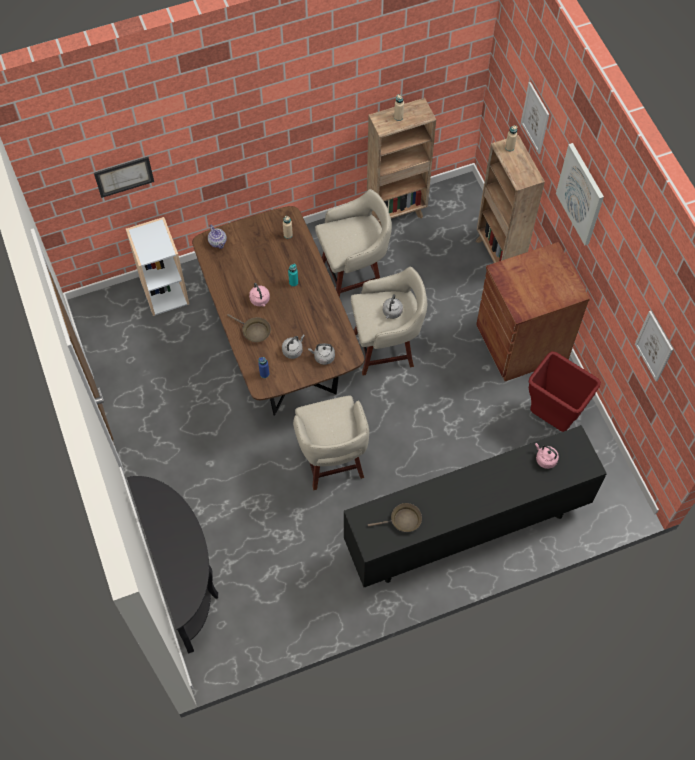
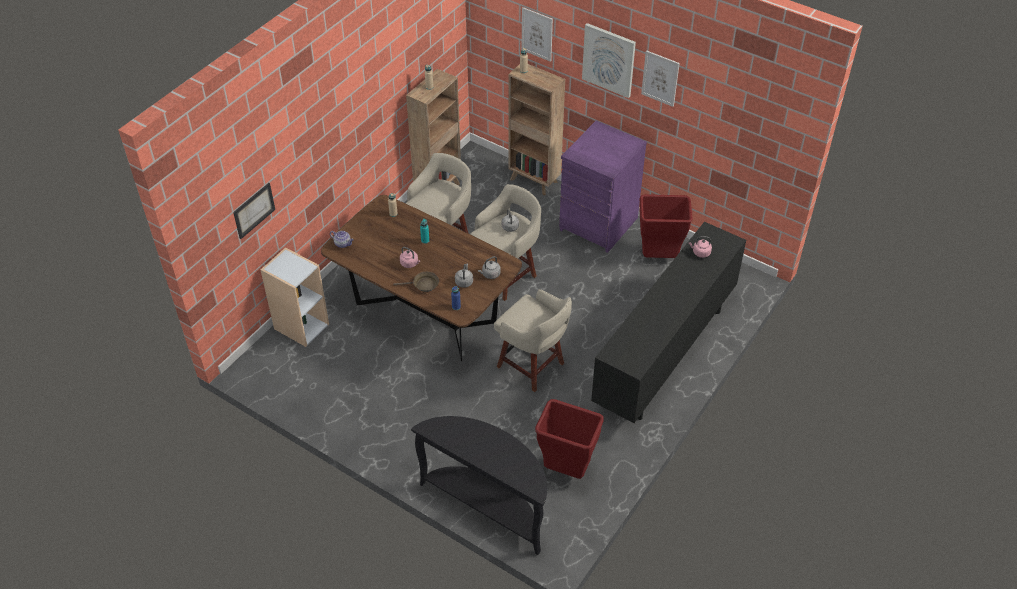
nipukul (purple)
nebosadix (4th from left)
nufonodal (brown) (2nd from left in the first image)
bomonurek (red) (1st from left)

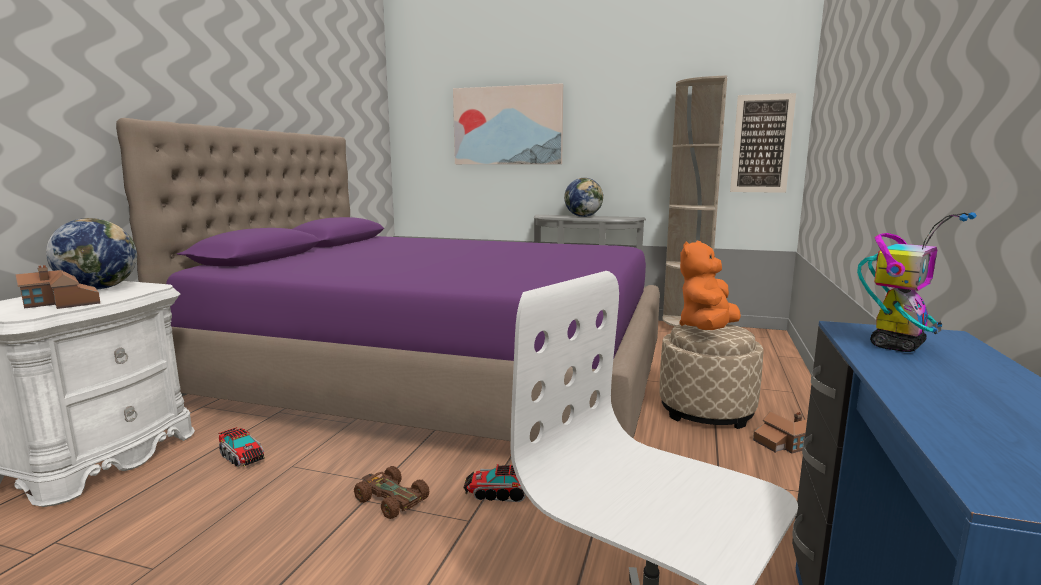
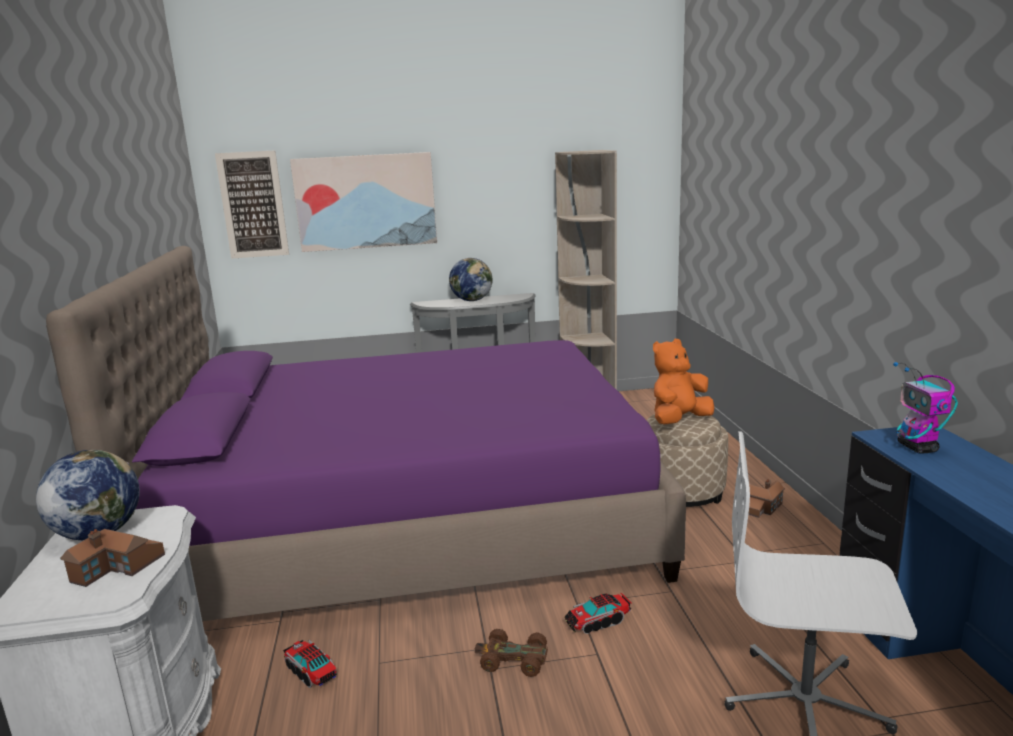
nebosadix (1st from left)
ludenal
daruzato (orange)
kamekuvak (1st from left)

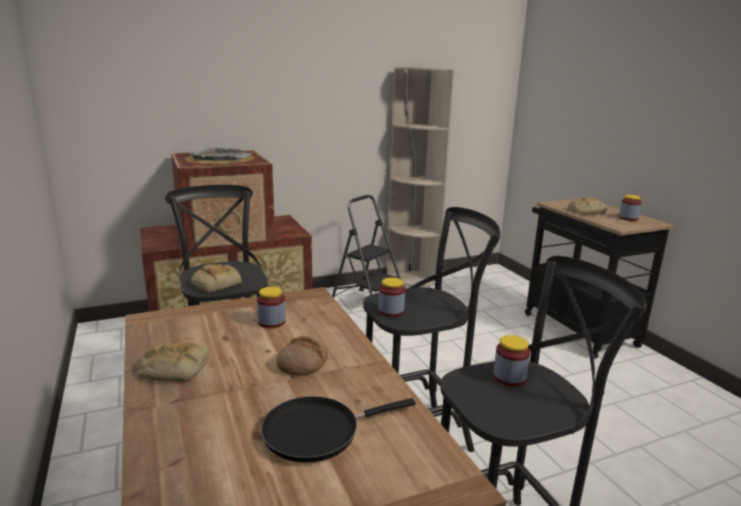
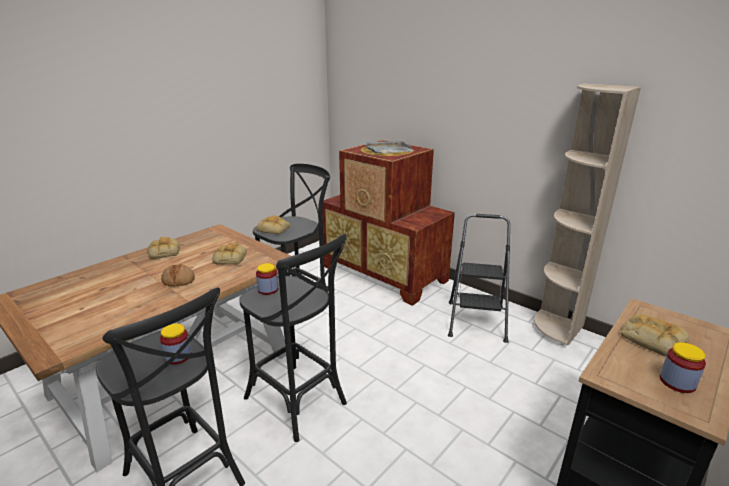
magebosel (3rd from left)
nufonodal (black)

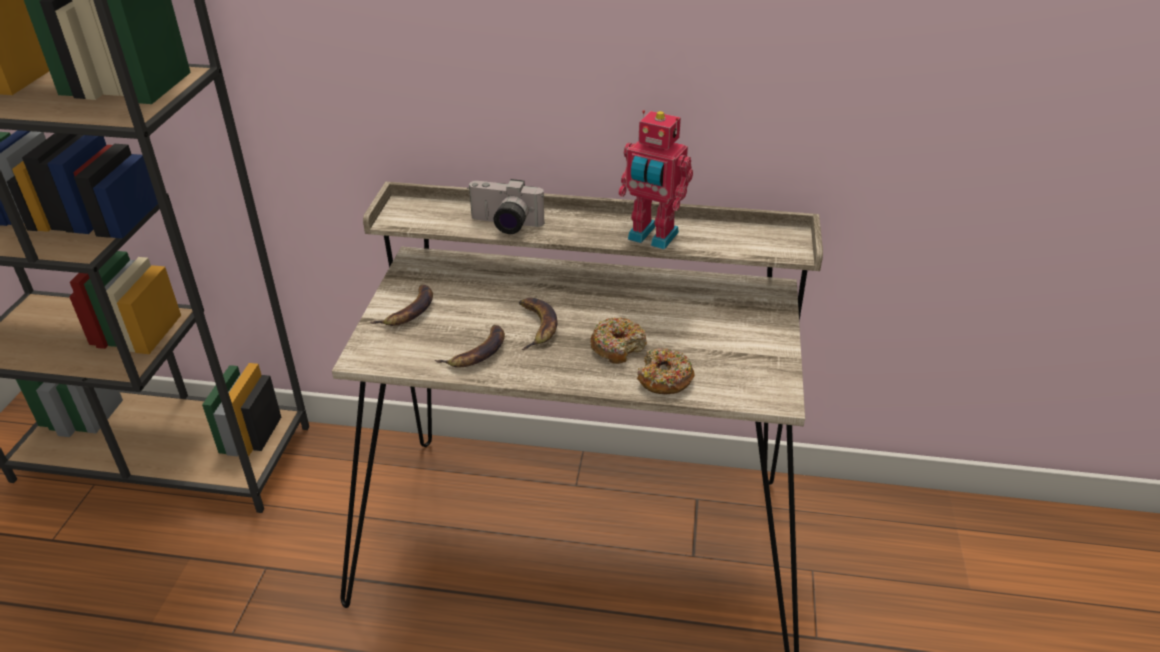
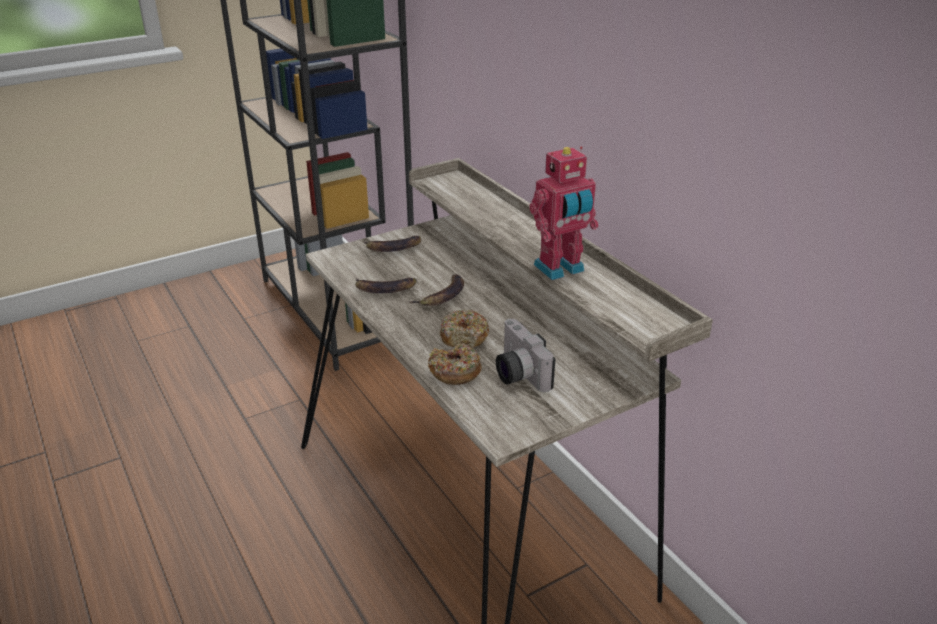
ludenal
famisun

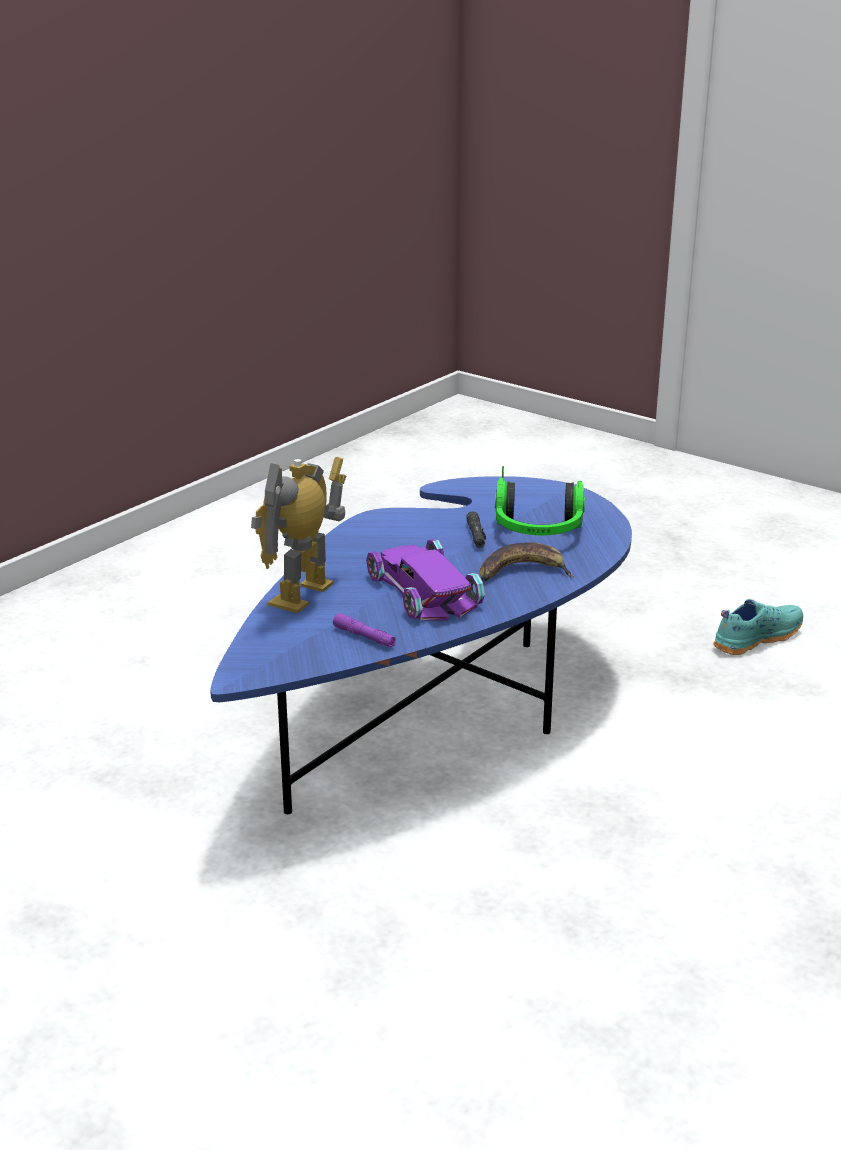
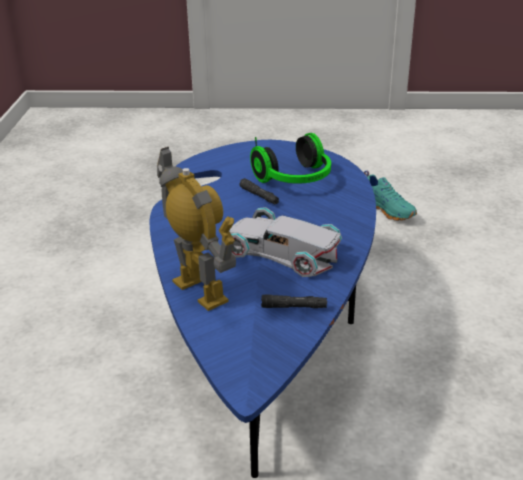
ludenal
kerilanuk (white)
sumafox
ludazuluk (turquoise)
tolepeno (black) (2nd from left)

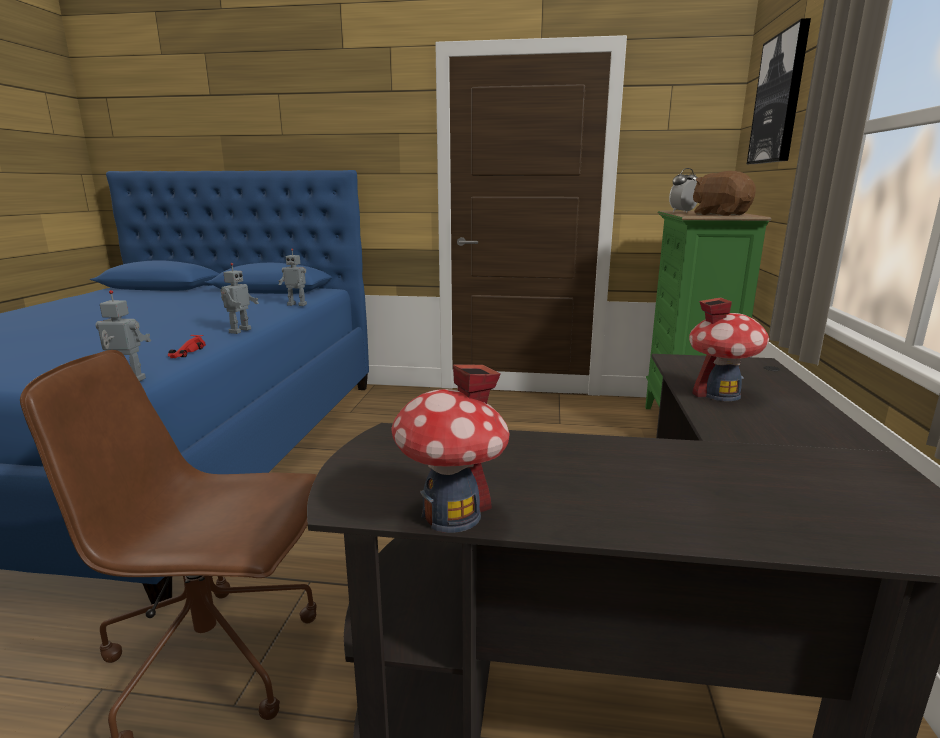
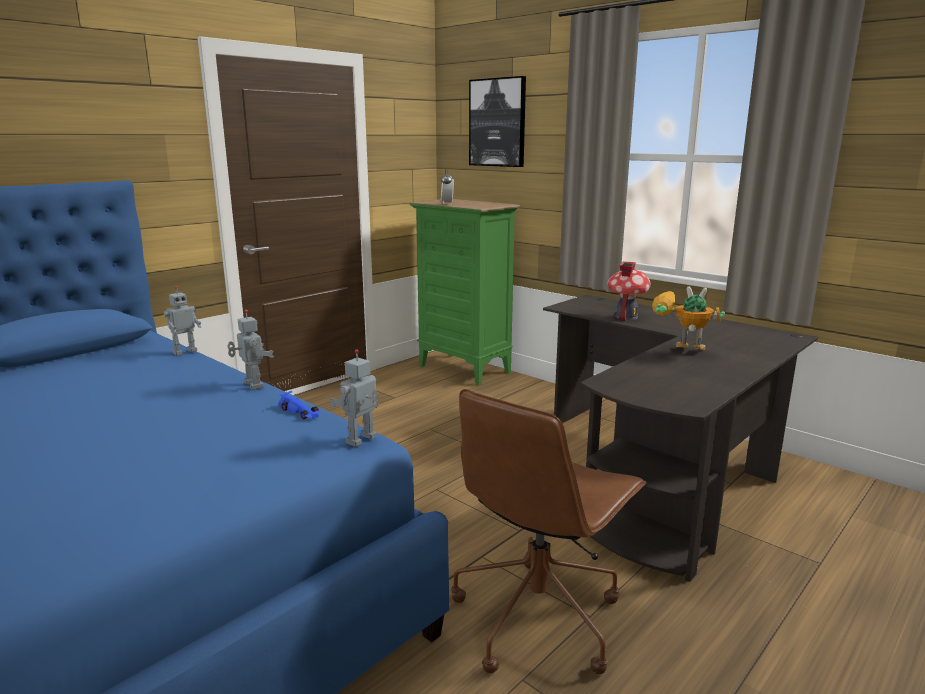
daruzato (brown)
kerilanuk (blue)
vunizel (1st from left in the first image)
ludenal (4th from left)

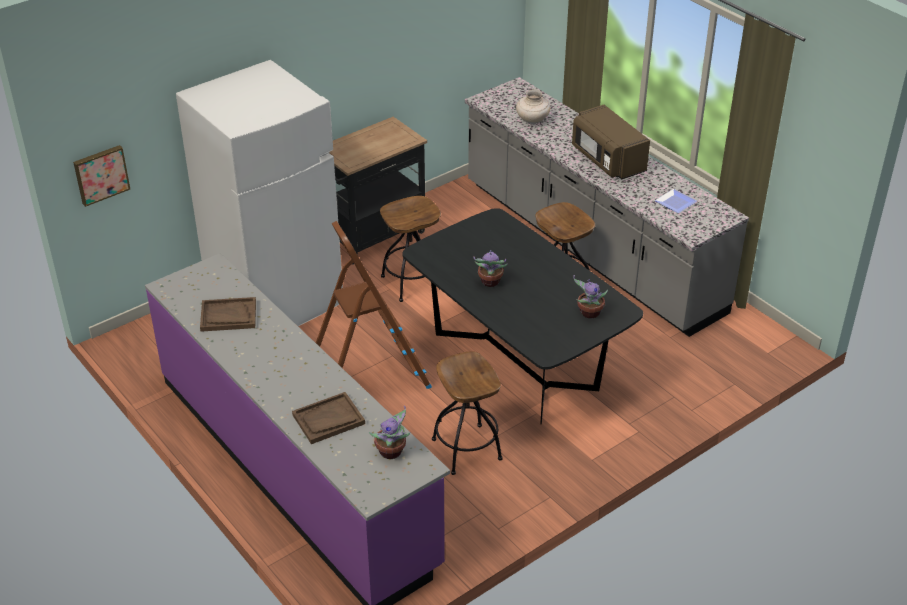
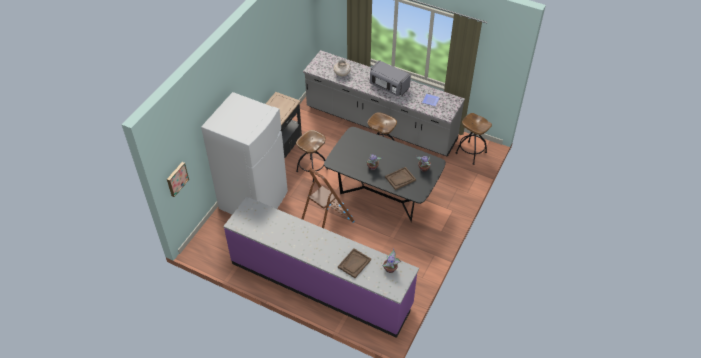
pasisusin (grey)
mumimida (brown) (2nd from left)
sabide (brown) (3rd from left)

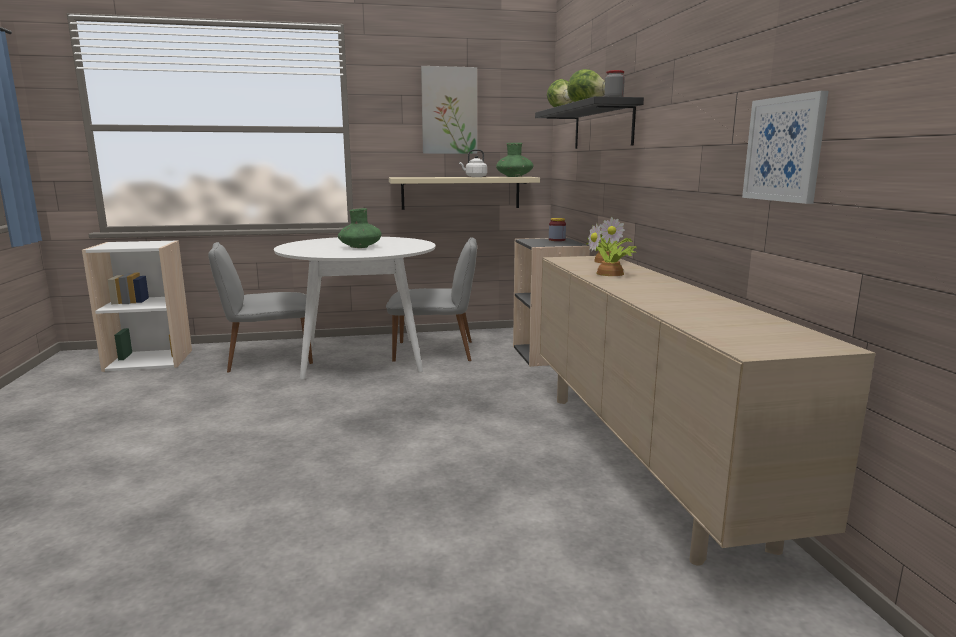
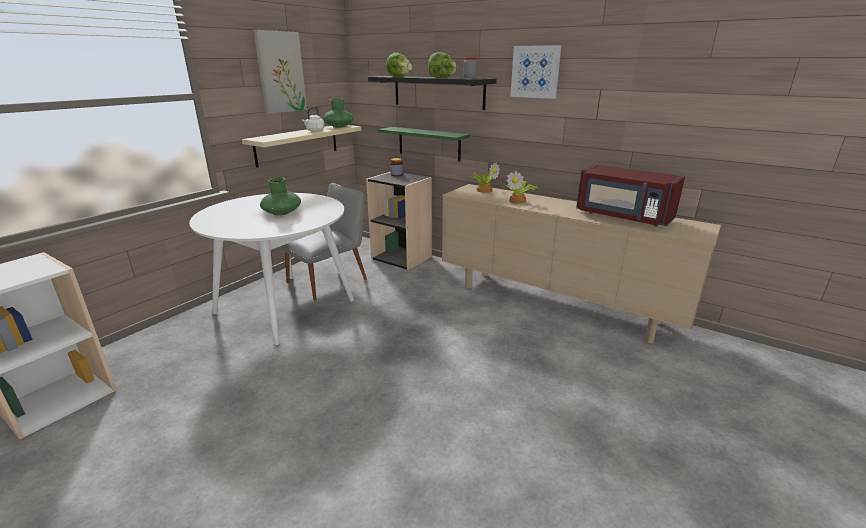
nebosadix (2nd from left)
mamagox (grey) (1st from left in the first image)
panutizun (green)
pasisusin (red)

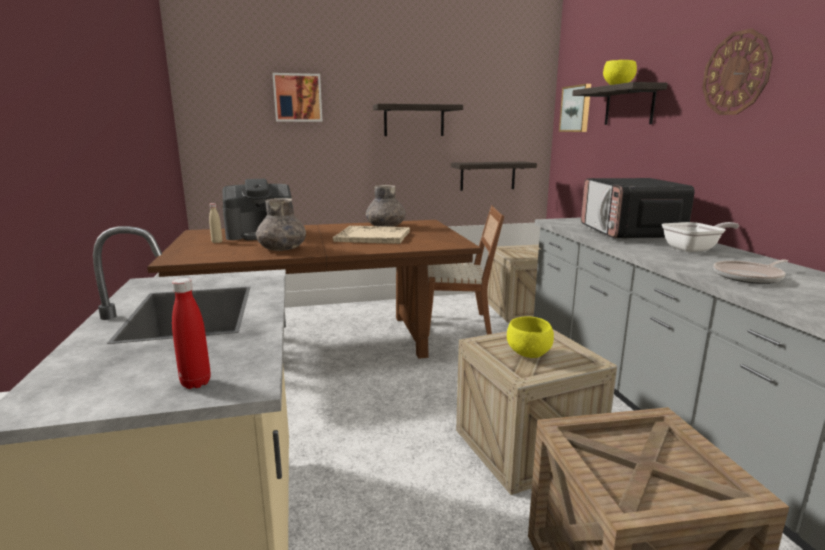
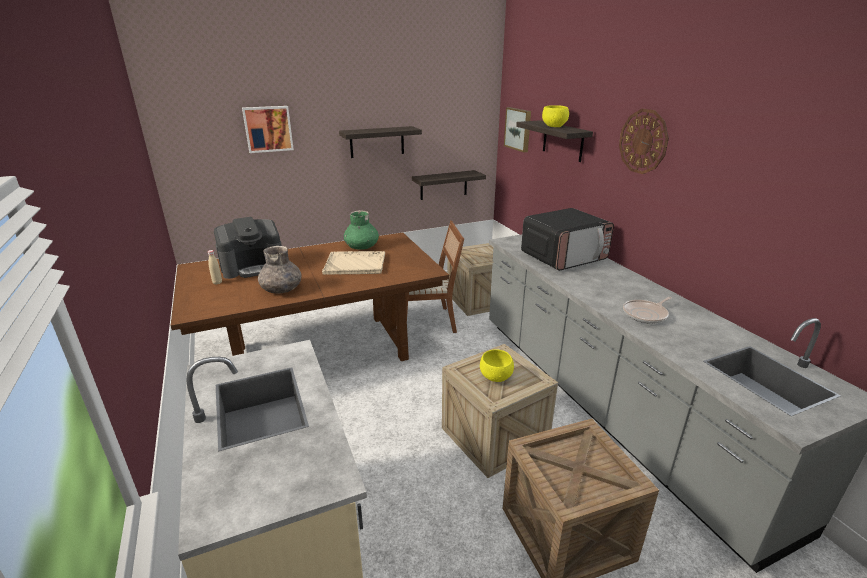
pasisusin
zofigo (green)
nufonodal (1st from left in the first image)
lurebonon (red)

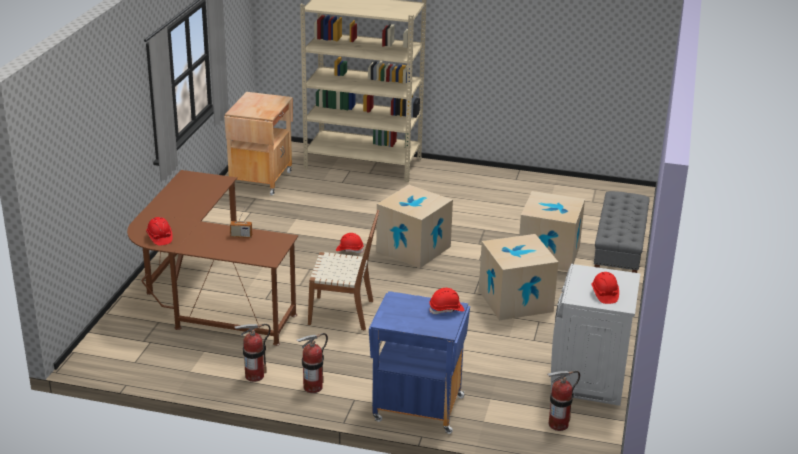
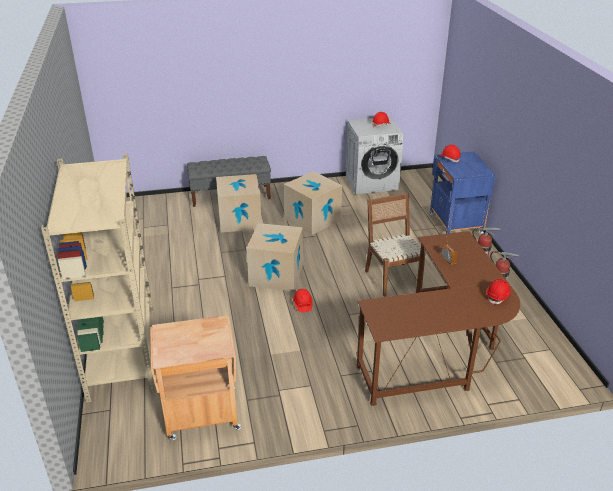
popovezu (3rd from left in the first image)

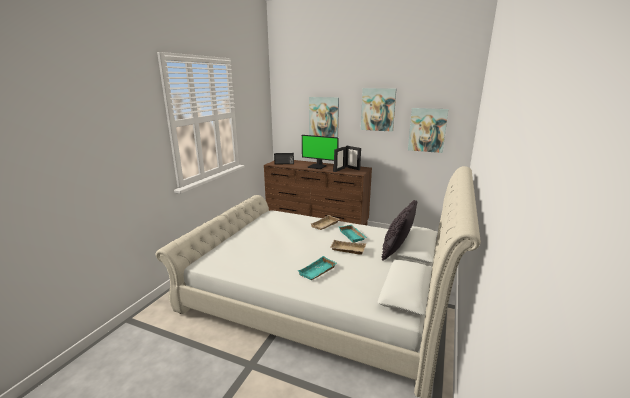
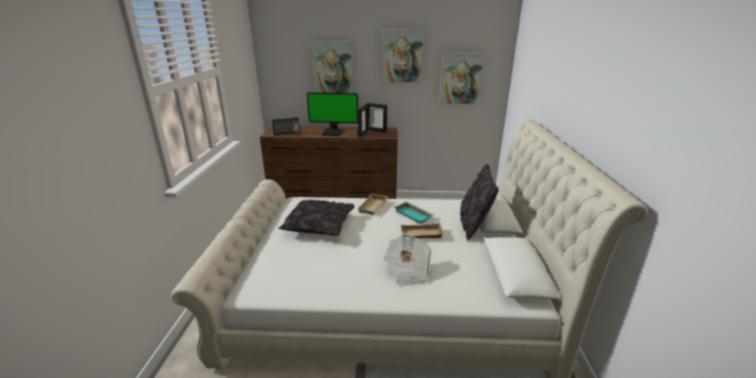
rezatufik
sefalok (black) (1st from left)

